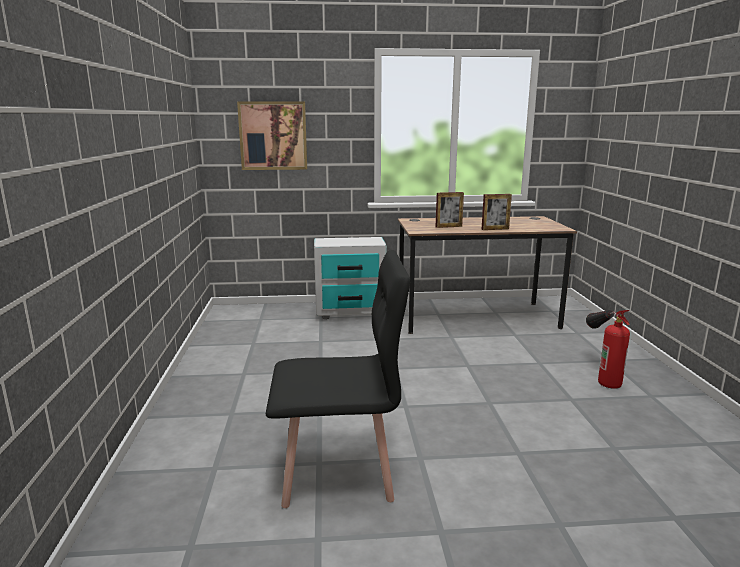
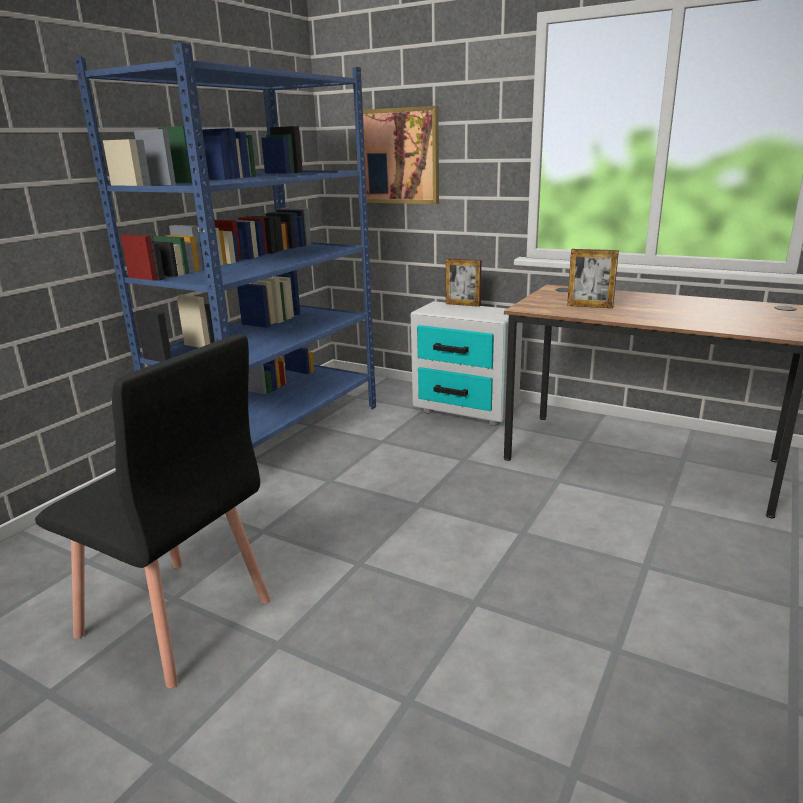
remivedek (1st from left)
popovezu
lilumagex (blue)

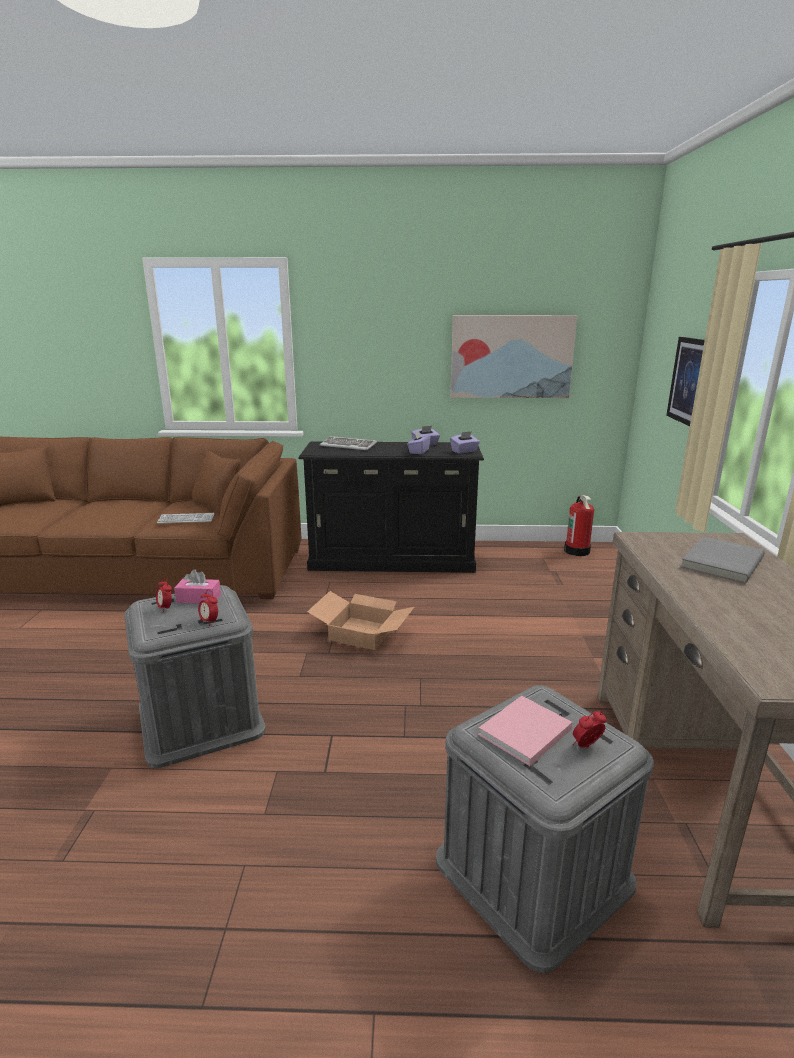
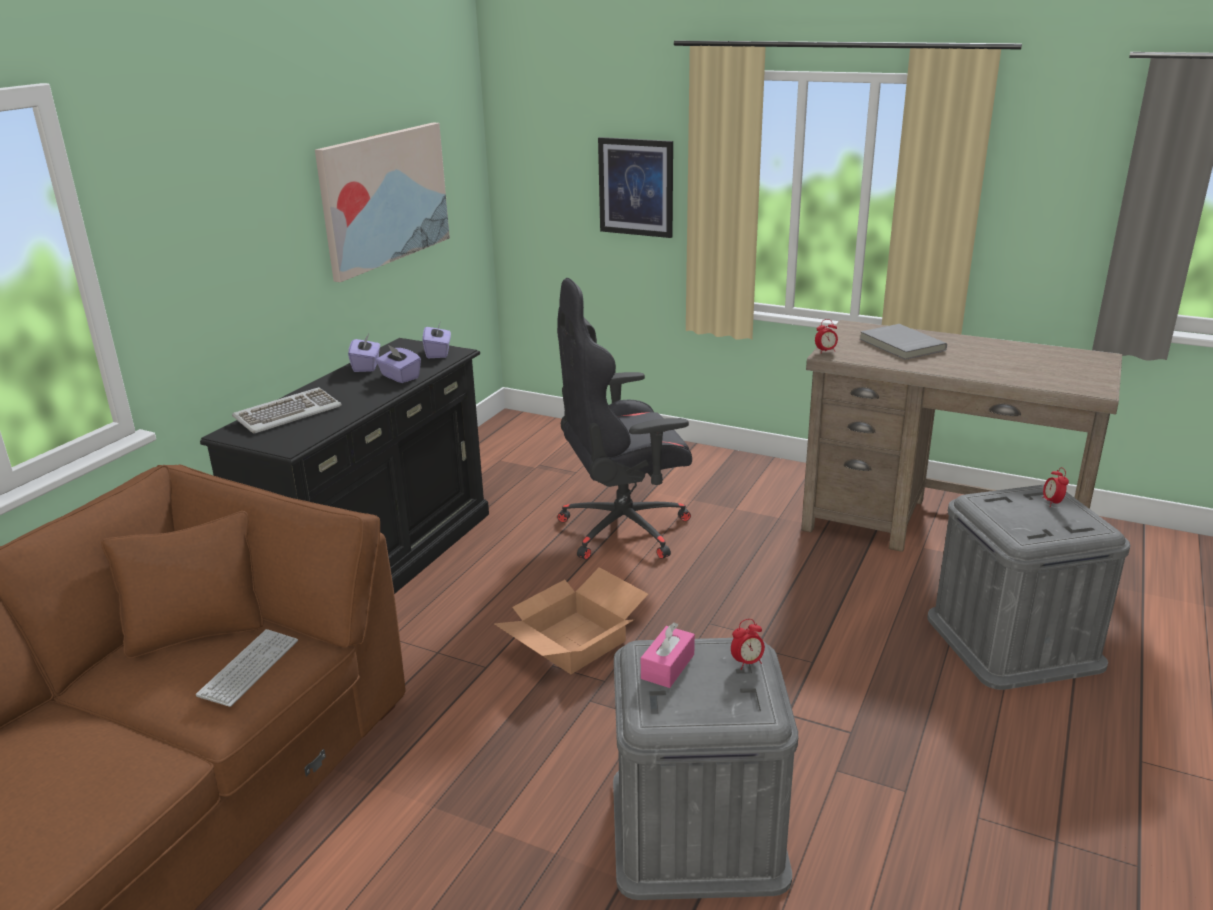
popovezu
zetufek (2nd from left)
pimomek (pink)
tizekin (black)

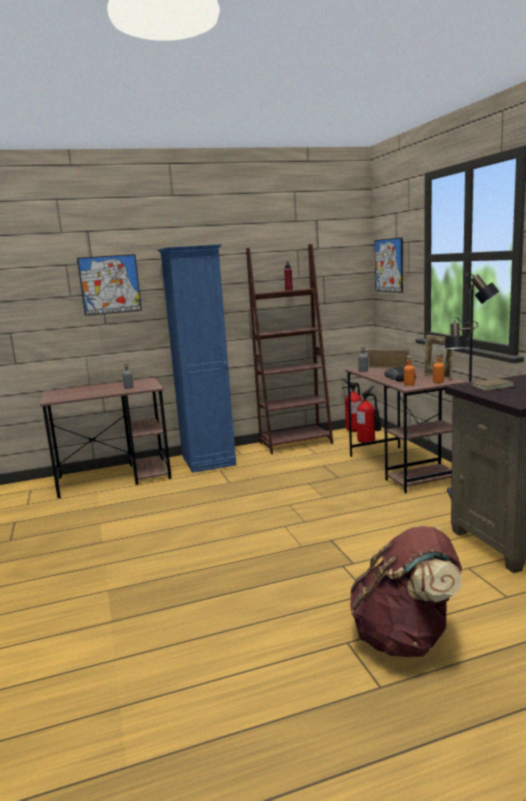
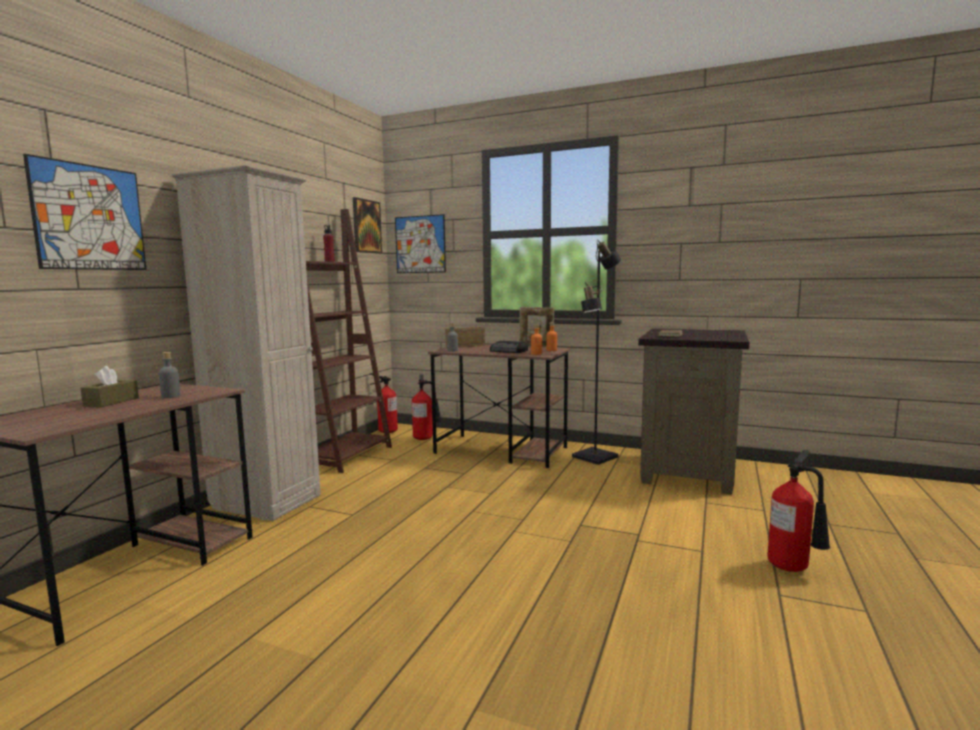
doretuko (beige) (1st from left)
popovezu (3rd from left)
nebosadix (2nd from left)
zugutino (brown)

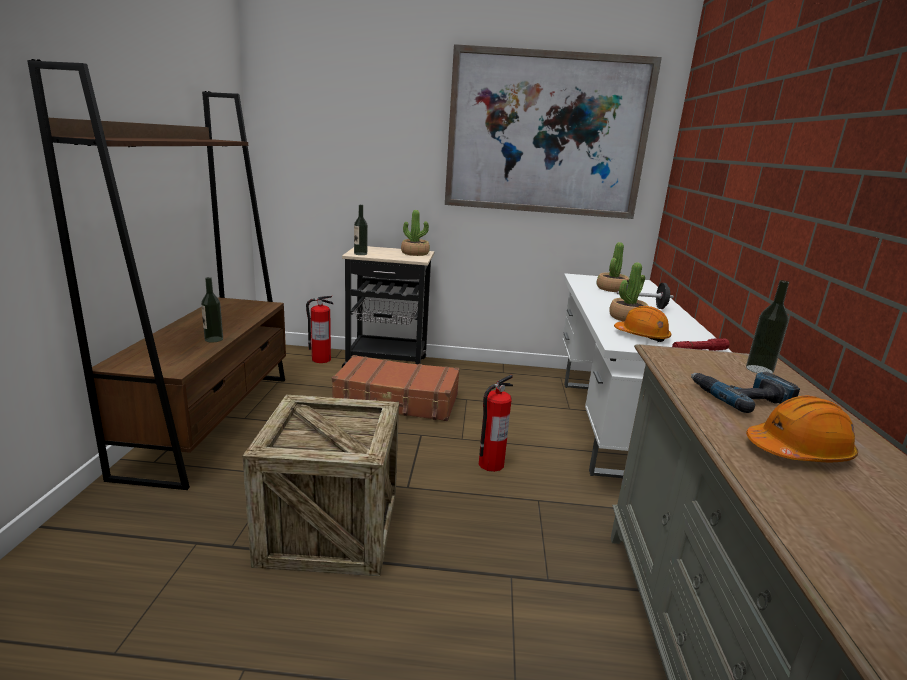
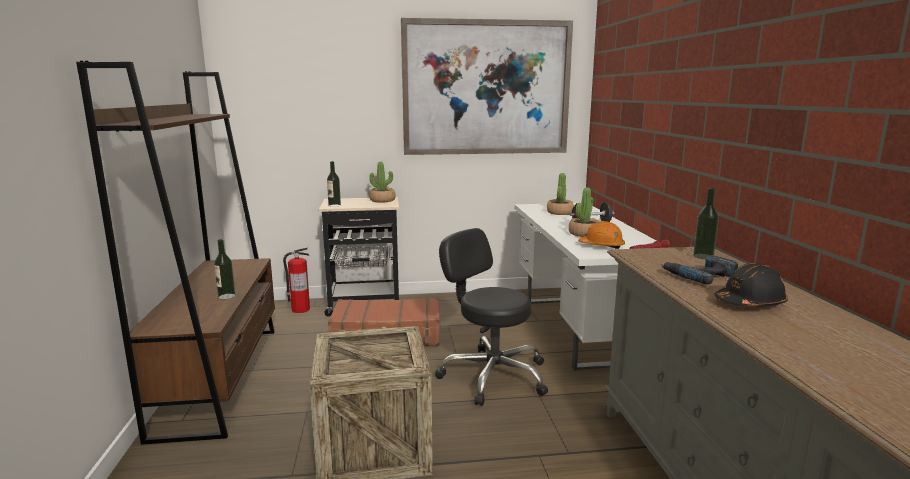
tizekin (black)
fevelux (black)

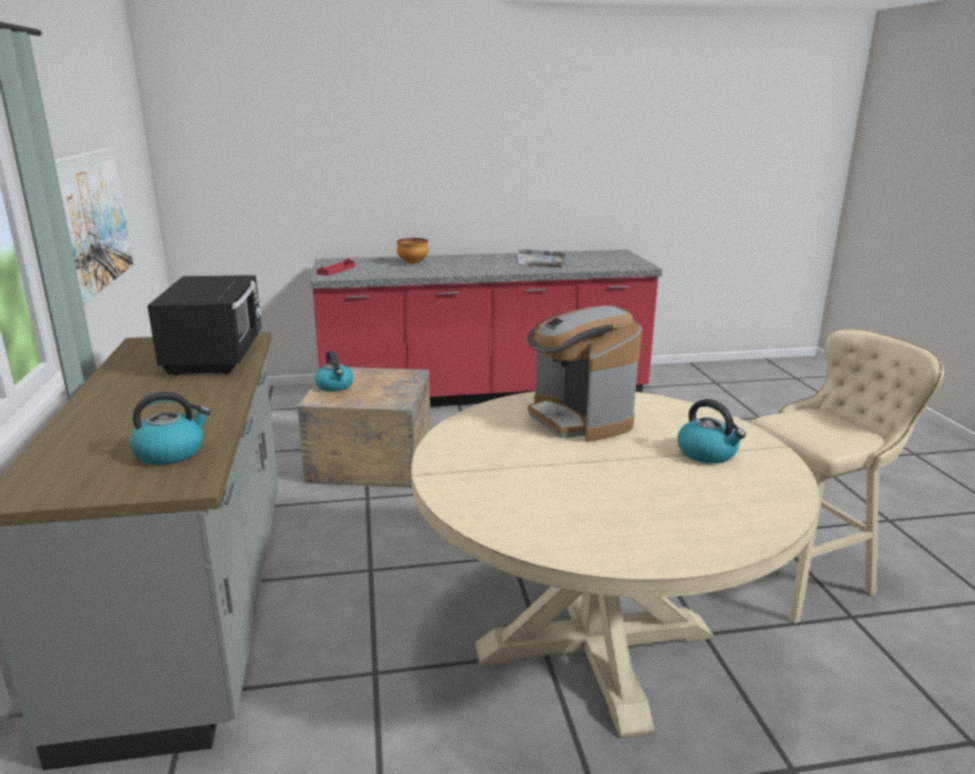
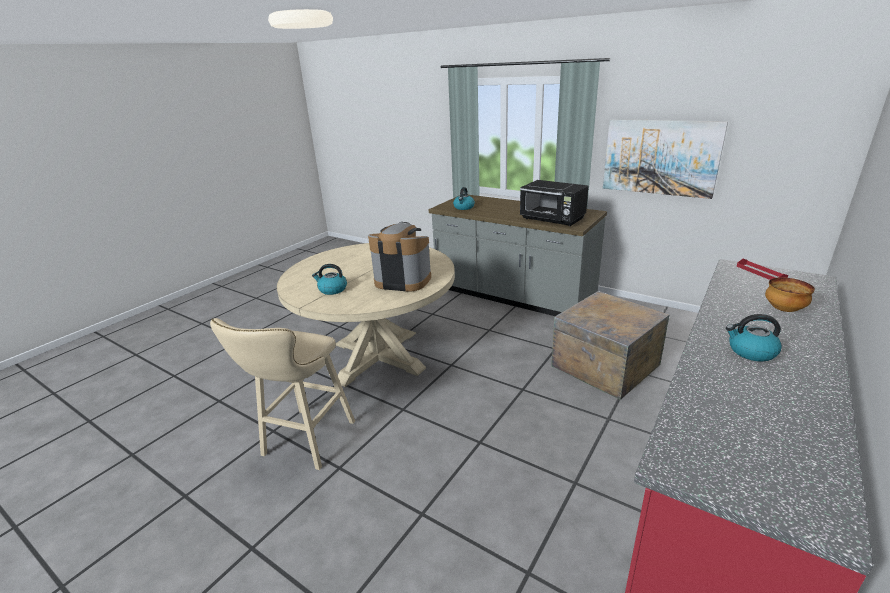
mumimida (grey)
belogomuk (3rd from left)

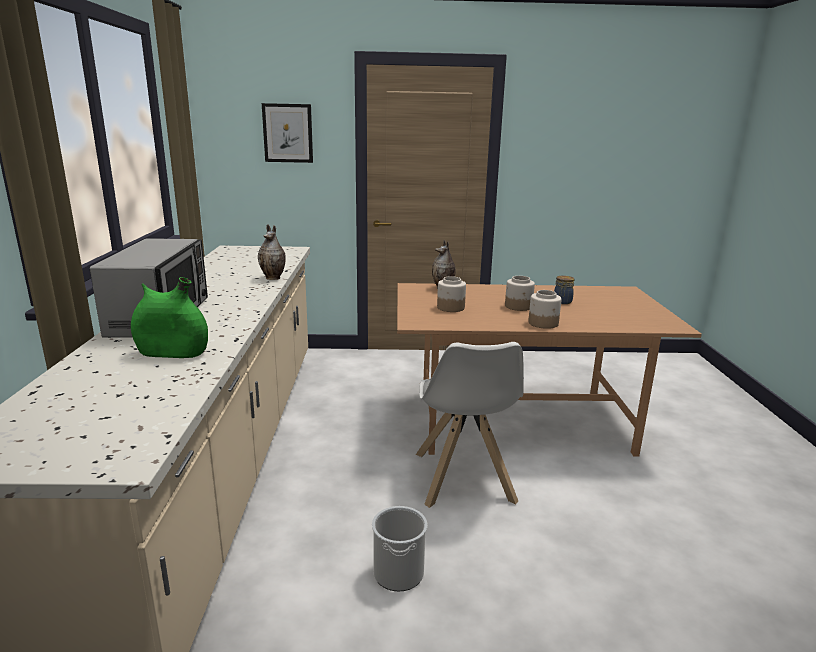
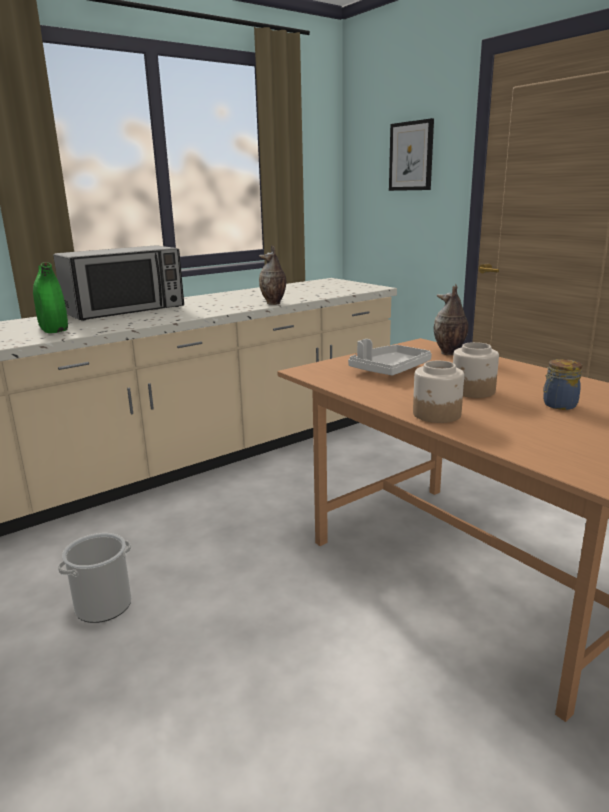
mumimida (grey)
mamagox

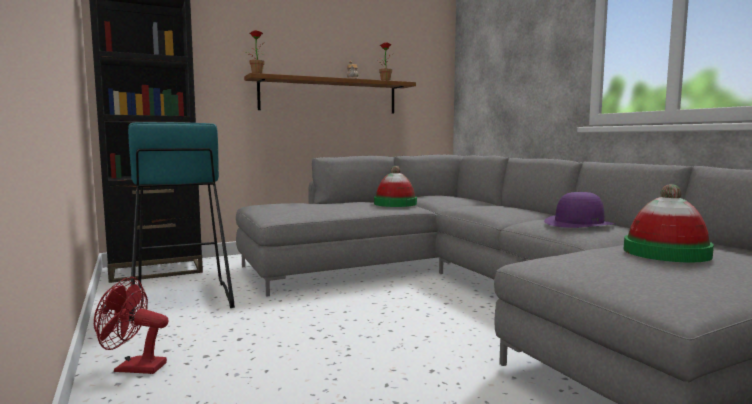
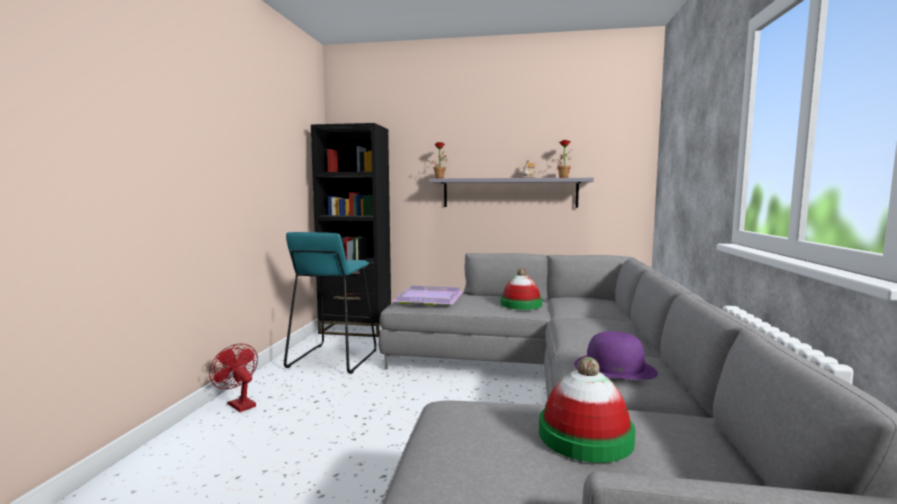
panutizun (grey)
mumimida (purple)

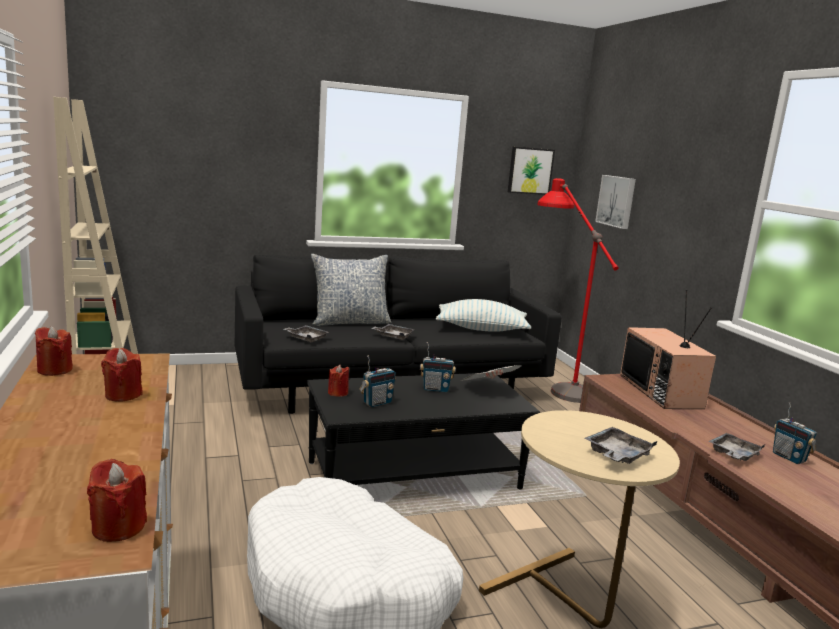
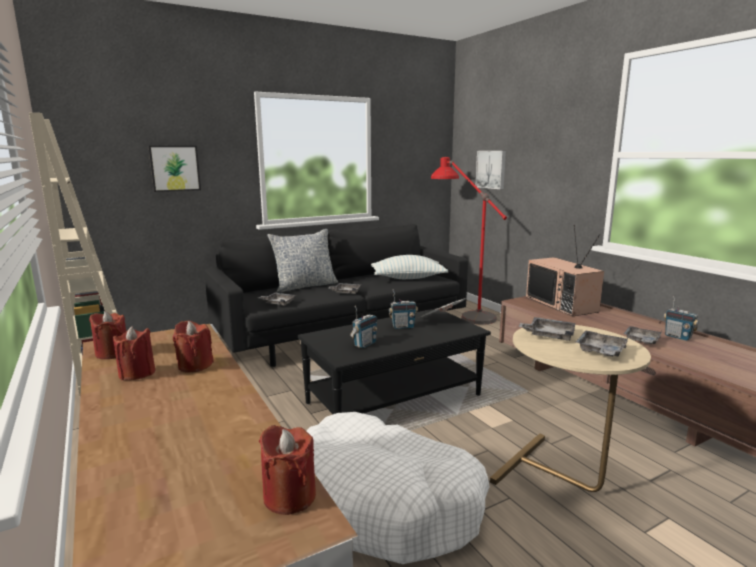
nebosadix (1st from left)
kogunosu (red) (2nd from left)
mumimida (grey) (3rd from left)

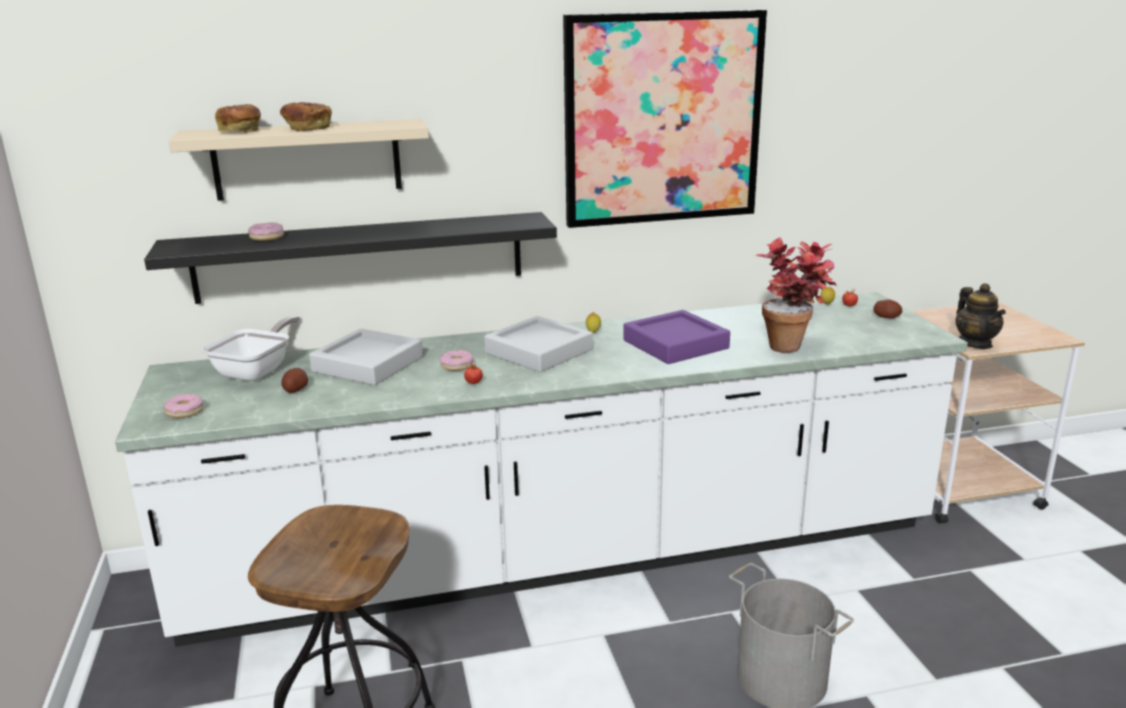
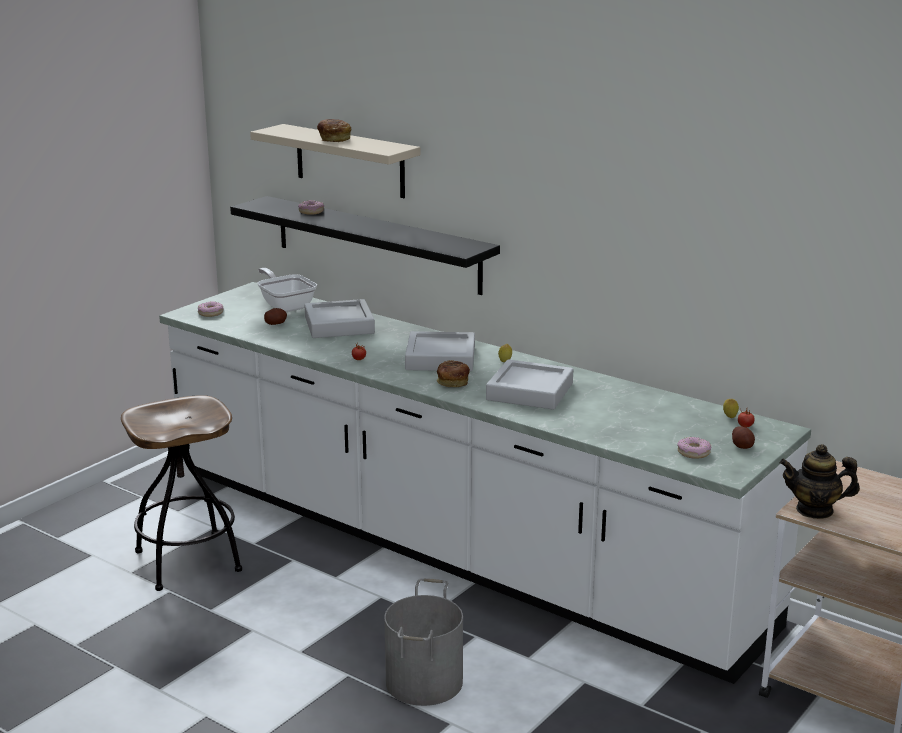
nebosadix
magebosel (2nd from left)
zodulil
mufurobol
mumimida (grey) (3rd from left)
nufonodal
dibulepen (3rd from left)

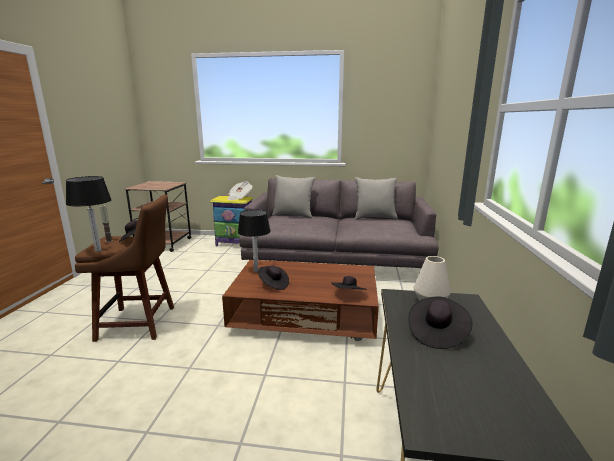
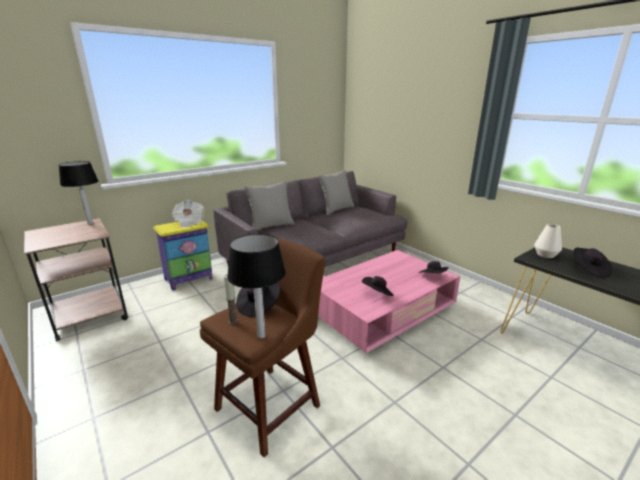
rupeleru (1st from left)
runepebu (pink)

